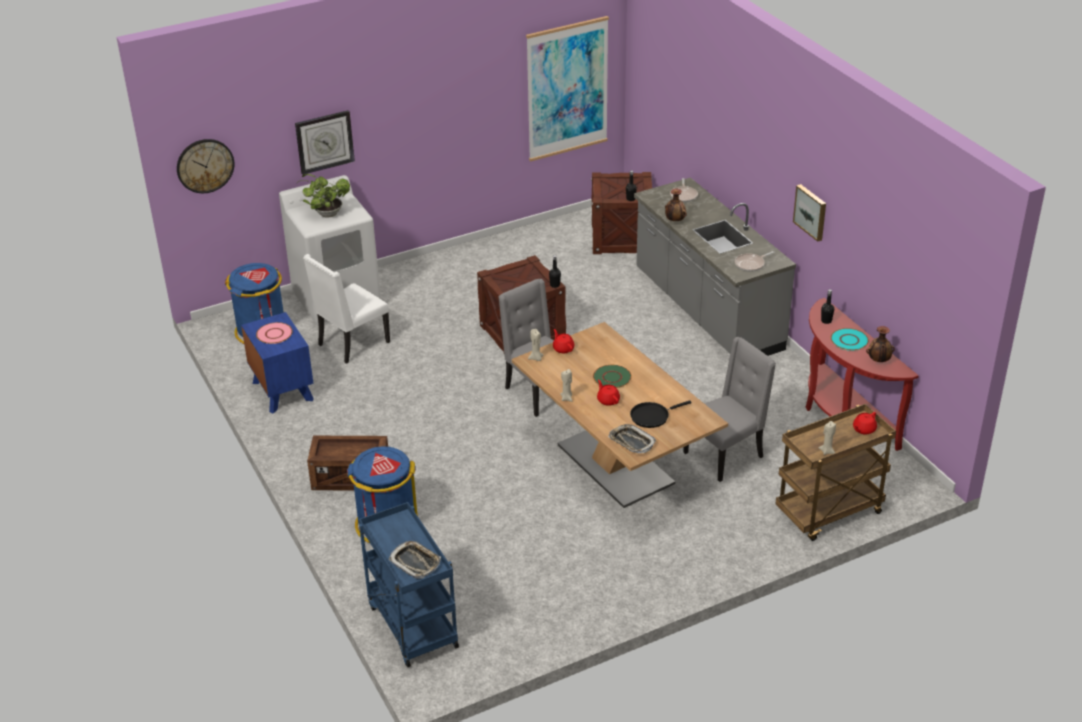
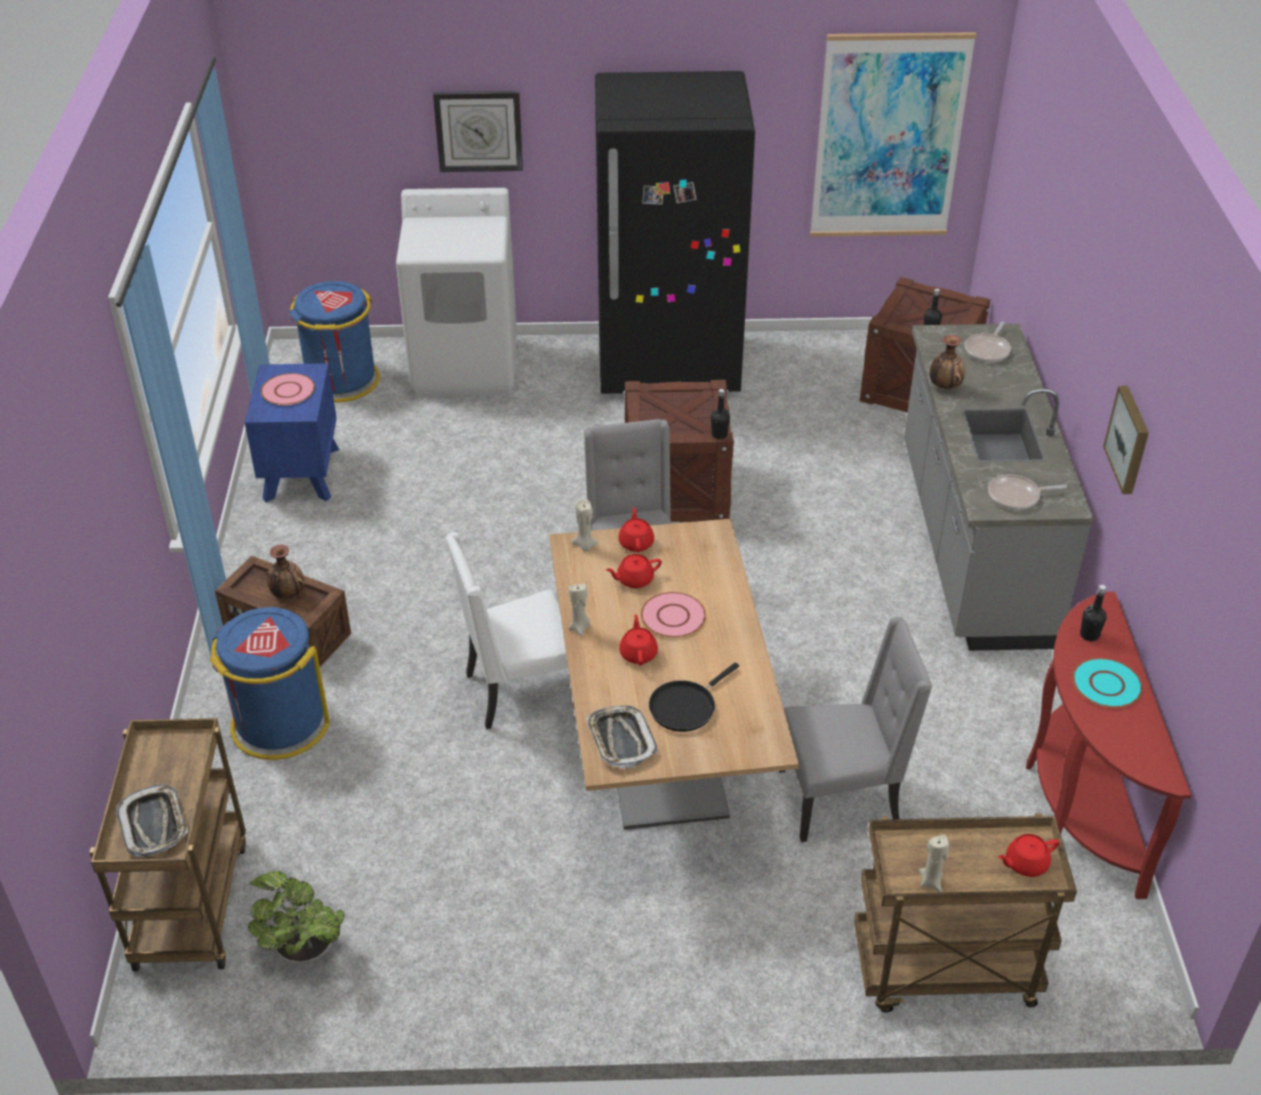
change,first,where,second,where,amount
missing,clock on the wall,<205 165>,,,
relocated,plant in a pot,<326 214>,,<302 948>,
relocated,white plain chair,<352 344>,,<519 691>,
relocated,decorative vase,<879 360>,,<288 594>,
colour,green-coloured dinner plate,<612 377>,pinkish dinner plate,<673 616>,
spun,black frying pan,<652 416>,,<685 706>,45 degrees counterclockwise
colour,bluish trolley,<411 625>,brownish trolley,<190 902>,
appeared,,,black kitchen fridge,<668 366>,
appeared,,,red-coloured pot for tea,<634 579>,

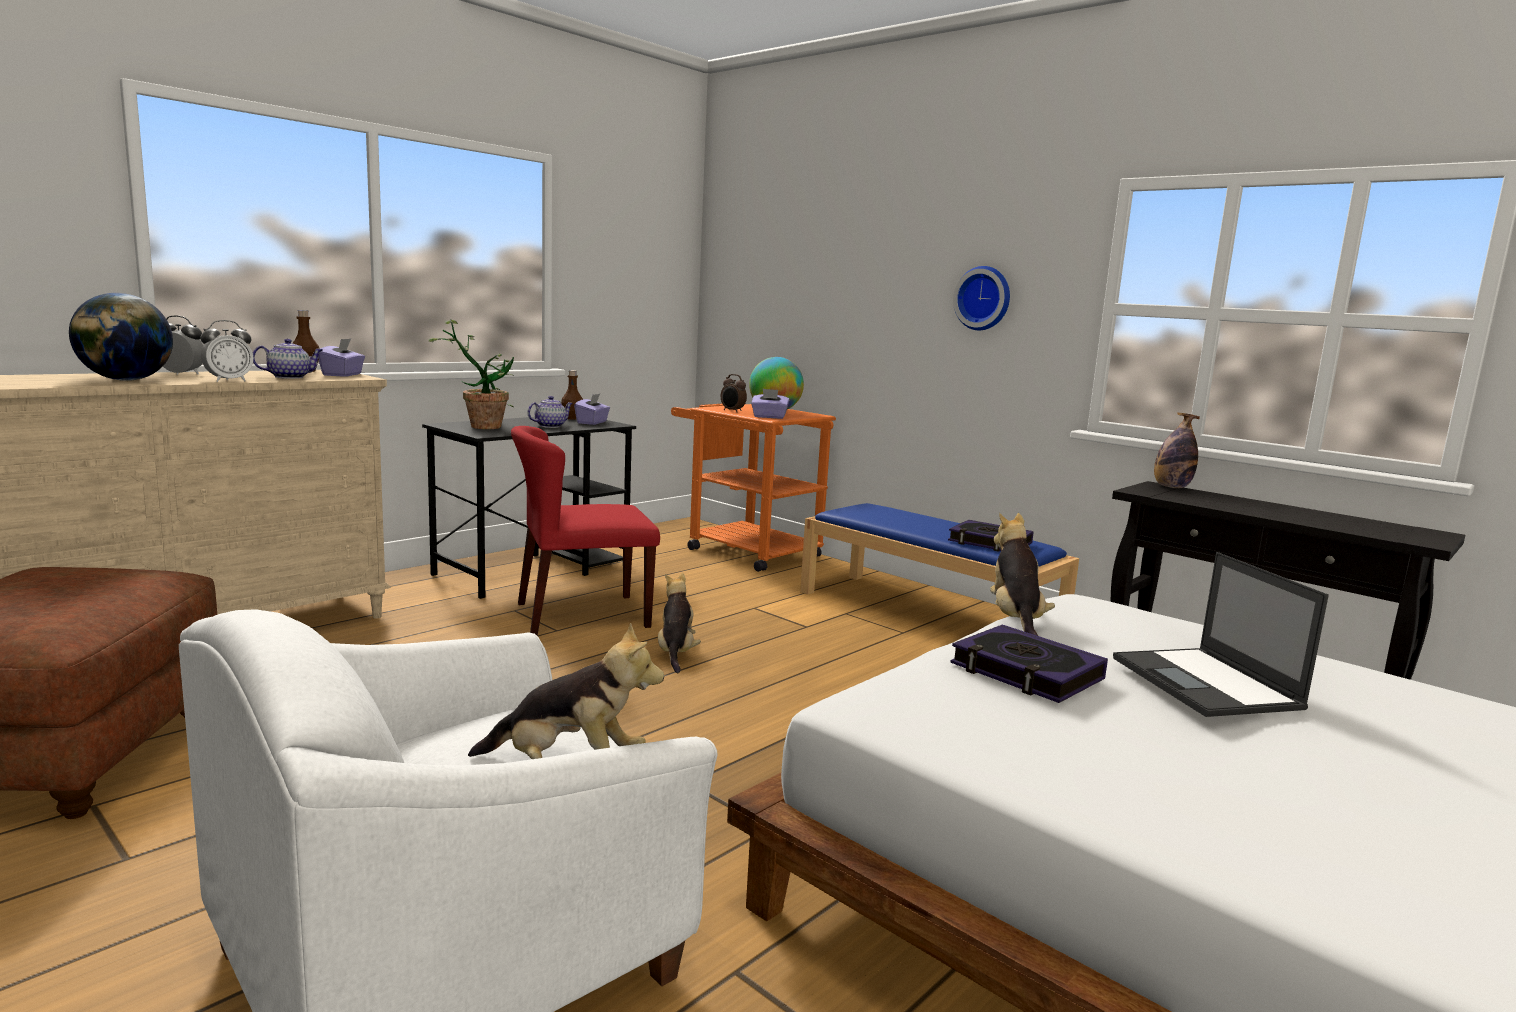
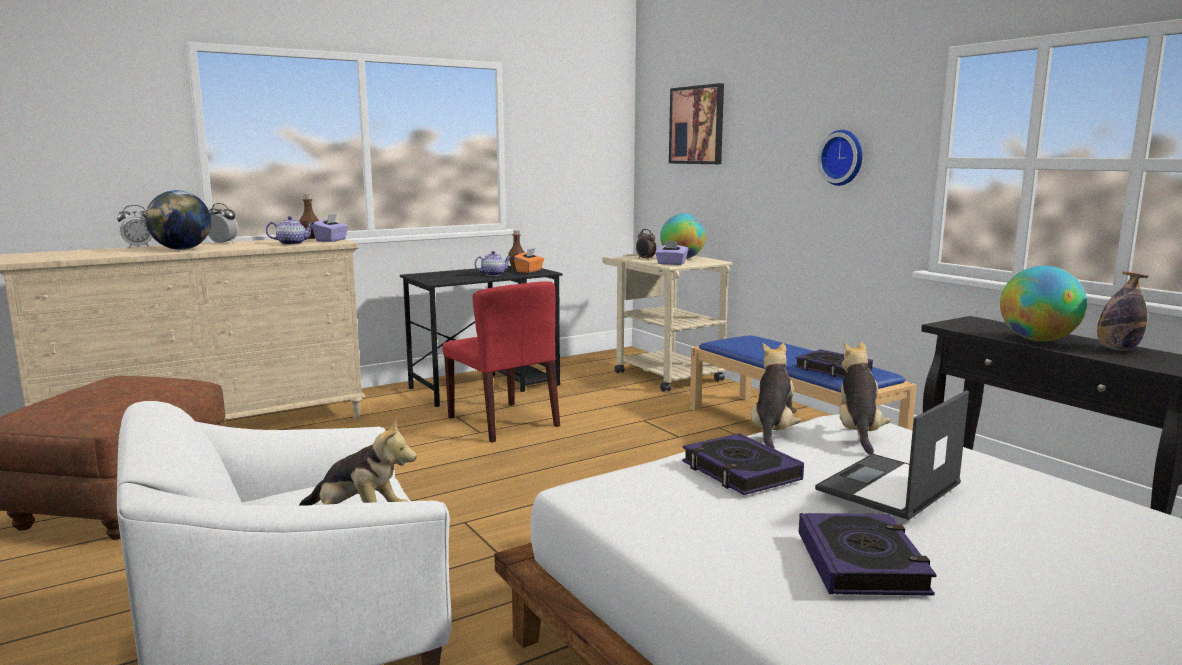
change,first,where,second,where,amount
missing,plant in a pot,<480 426>,,,
relocated,alarm clock,<229 381>,,<138 247>,
colour,purple tissue box,<592 422>,orange tissue box,<529 271>,
colour,orange trolley,<745 550>,beige-coloured trolley,<662 374>,
relocated,beverage bottle,<1171 487>,,<1117 349>,
spun,red-coloured plain chair,<581 615>,,<504 422>,120 degrees counterclockwise
spun,portable computer,<1206 683>,,<888 487>,45 degrees clockwise
relocated,plush toy,<676 653>,,<858 433>,
appeared,,,wall picture,<697 125>,
appeared,,,world globe,<1038 340>,
appeared,,,bound book,<861 563>,

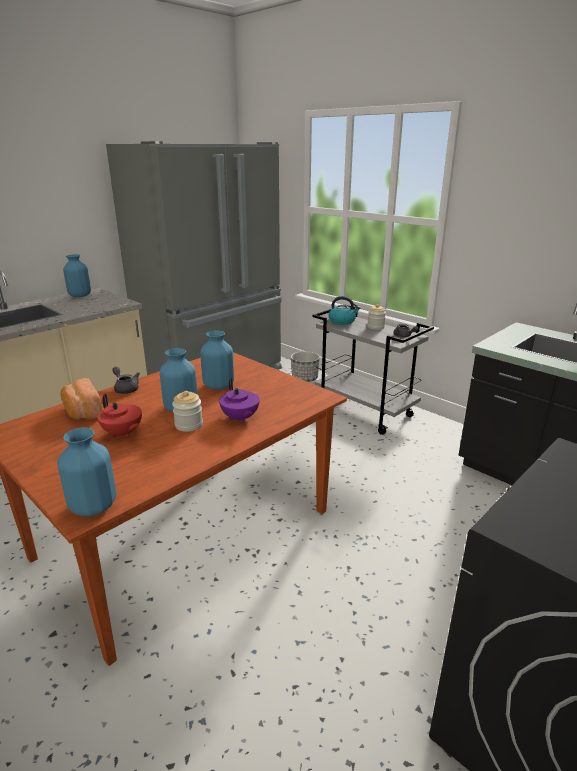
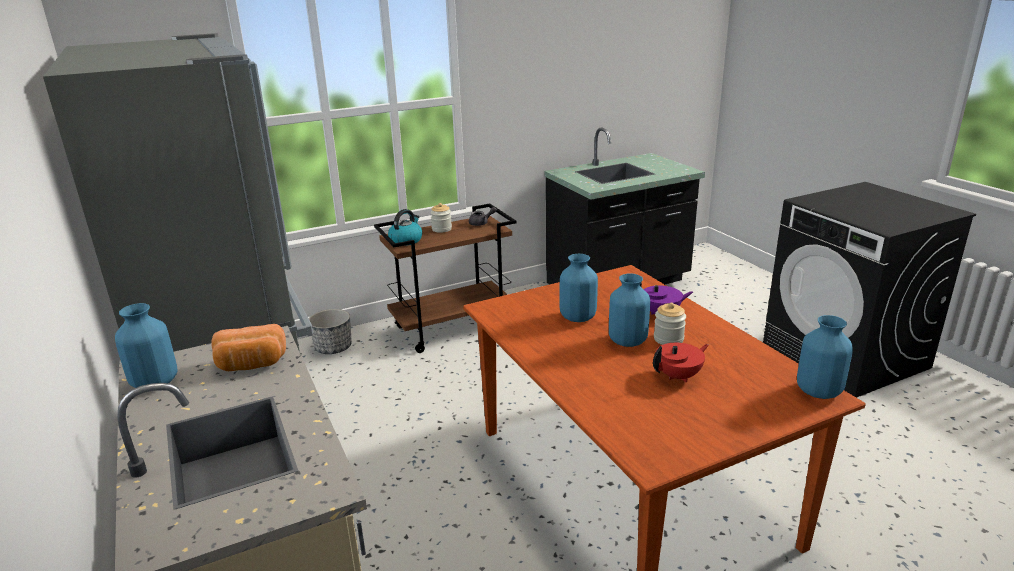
change,first,where,second,where,amount
colour,grey trolley,<365 412>,brownish trolley,<453 328>,
missing,grey pot for tea,<125 388>,,,
relocated,baked bread,<82 412>,,<251 365>,

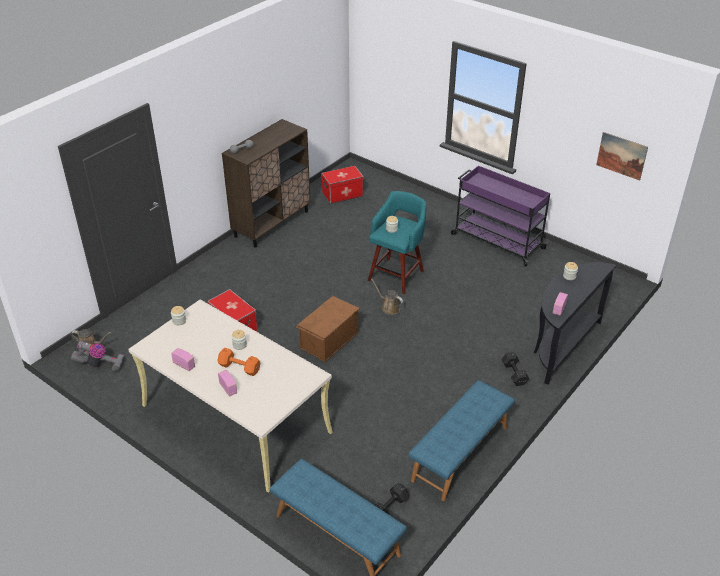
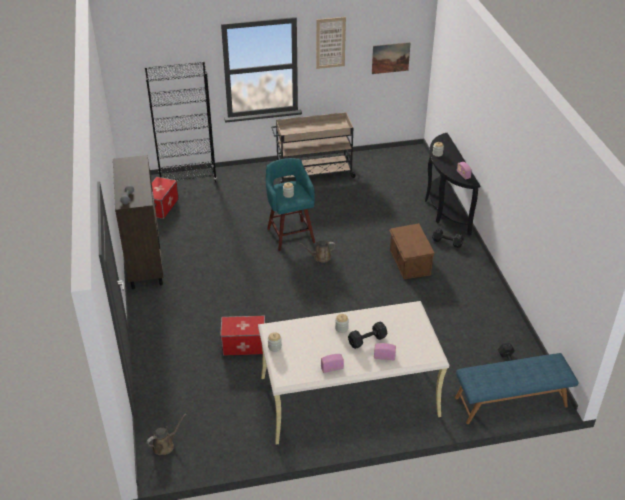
change,first,where,second,where,amount
colour,purple trolley,<496 241>,beige-coloured trolley,<313 173>,
relocated,brownish storage box,<328 340>,,<409 262>,
missing,vacuum,<99 365>,,,
colour,orange hand weight,<240 368>,black hand weight,<368 340>,
missing,bluish long seat,<460 454>,,,
appeared,,,wall picture,<330 43>,
appeared,,,black shelving unit,<188 179>,

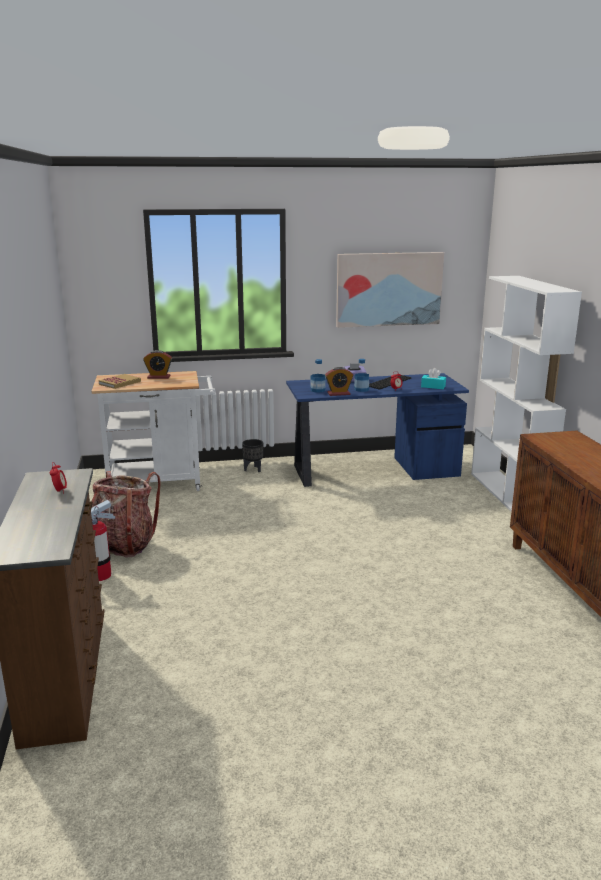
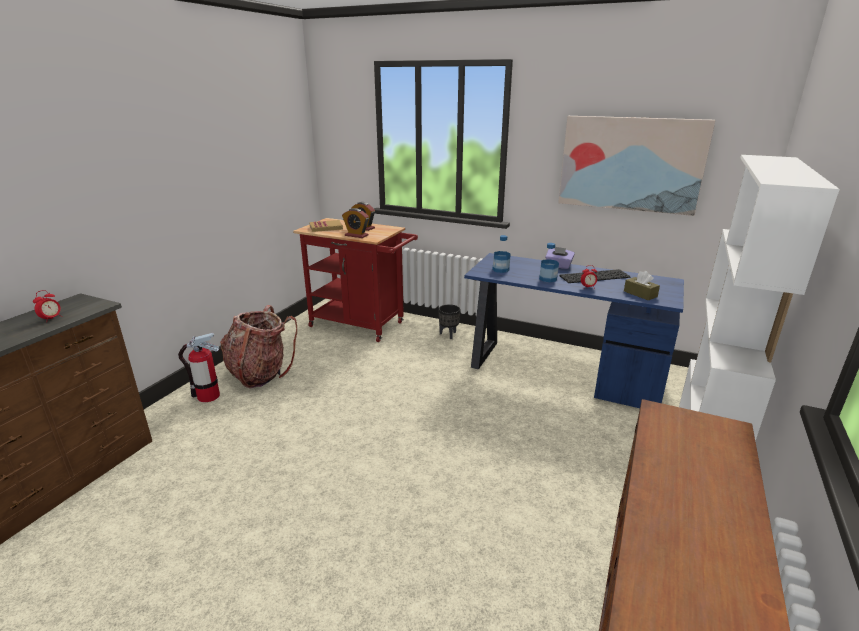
change,first,where,second,where,amount
relocated,alarm clock,<338 393>,,<356 235>,
colour,blue-green tissue box,<433 386>,brownish tissue box,<640 294>,
colour,white trolley,<161 483>,red-coloured trolley,<362 325>,

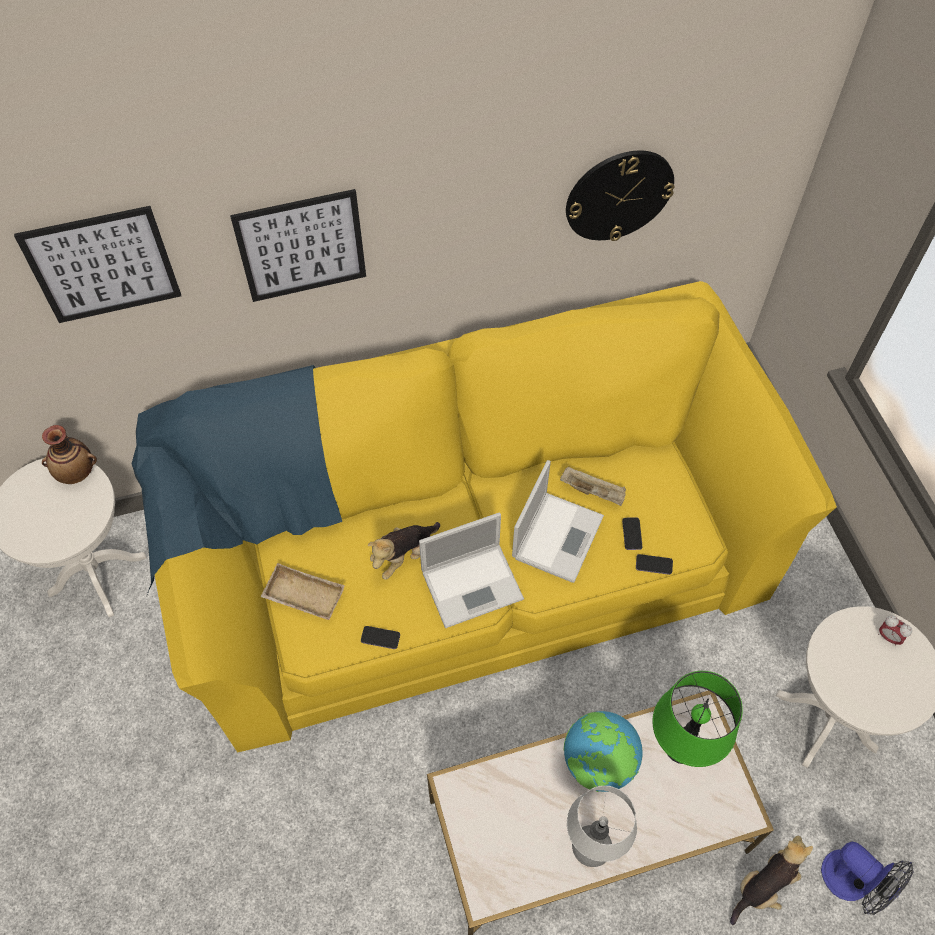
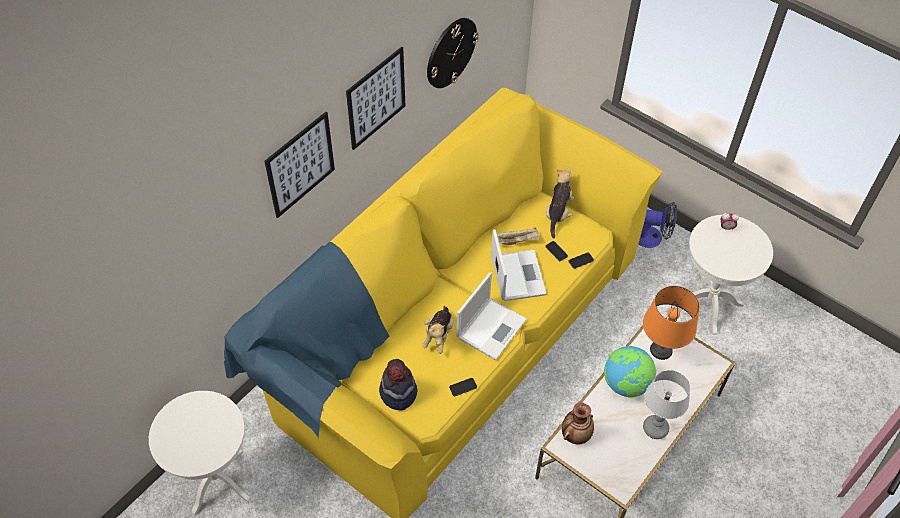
change,first,where,second,where,amount
relocated,wall picture,<102 265>,,<376 98>,
relocated,decorative vase,<77 472>,,<575 434>,
exchanged,beige-coloured serving tray,<302 597>,wearable hat,<398 392>,
colour,green-coloured tabletop lamp,<682 747>,orange tabletop lamp,<661 350>,
relocated,plush toy,<764 885>,,<558 213>,
relocated,cooling fan,<854 882>,,<653 237>,

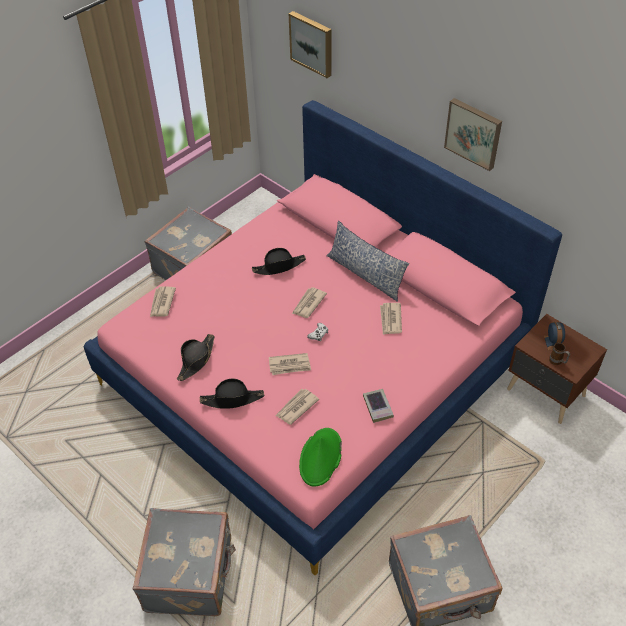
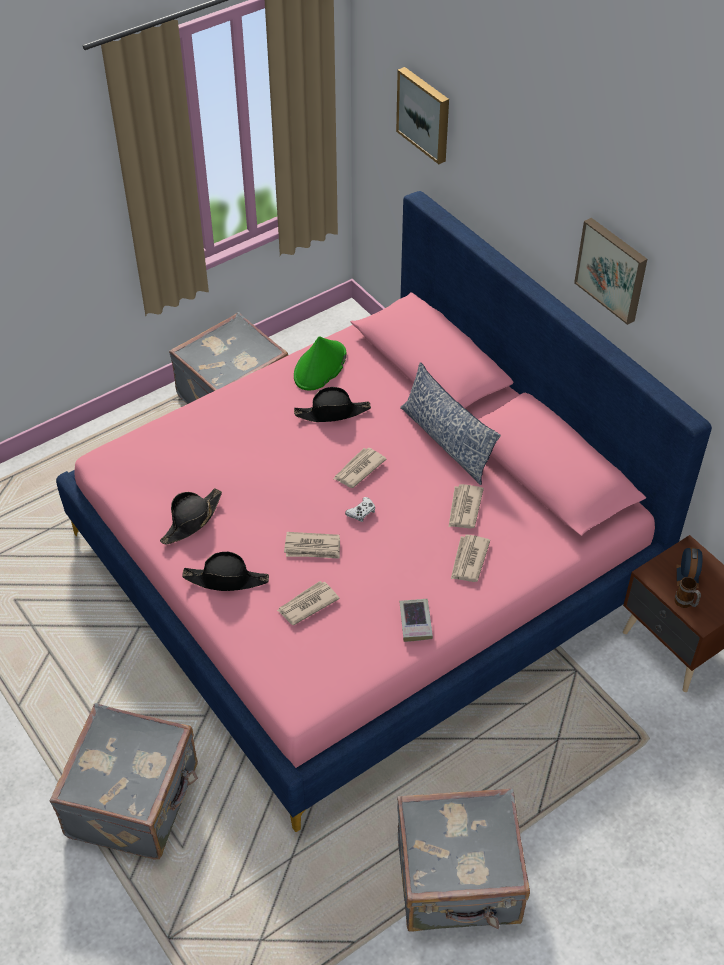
change,first,where,second,where,amount
relocated,newspaper,<162 303>,,<468 560>,
relocated,green-coloured wearable hat,<320 457>,,<320 367>,

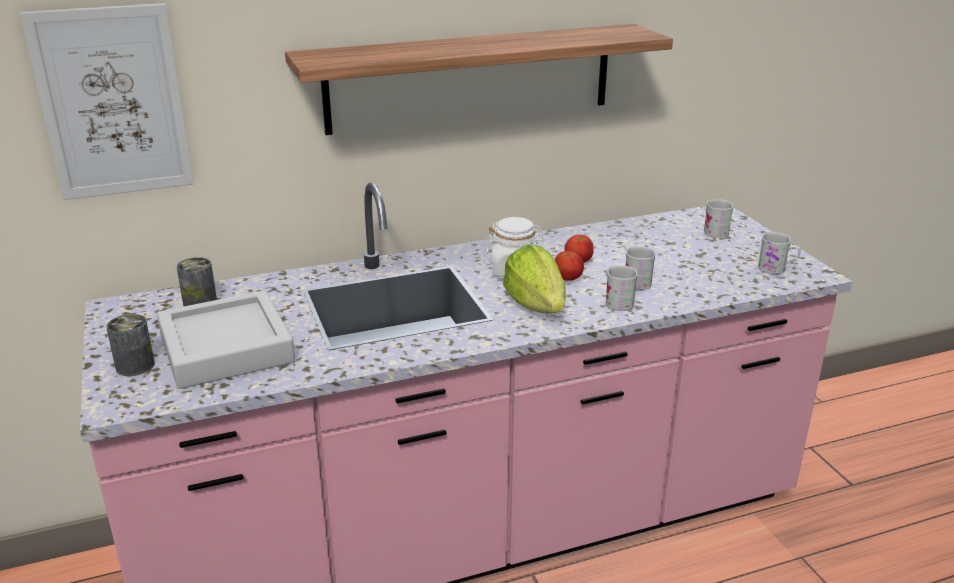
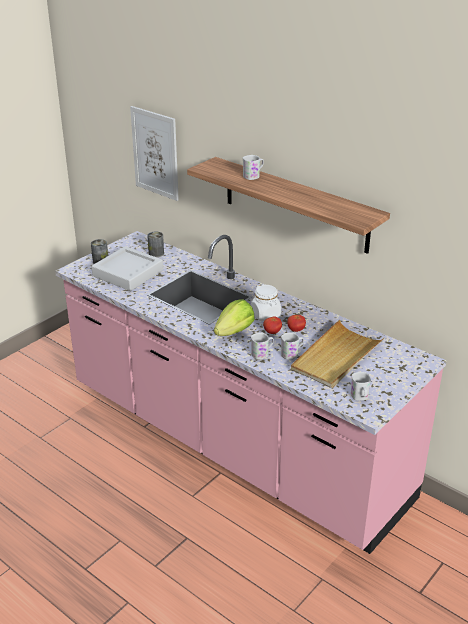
change,first,where,second,where,amount
relocated,white mug,<714 231>,,<253 176>,
appeared,,,beige-coloured serving tray,<336 357>,

